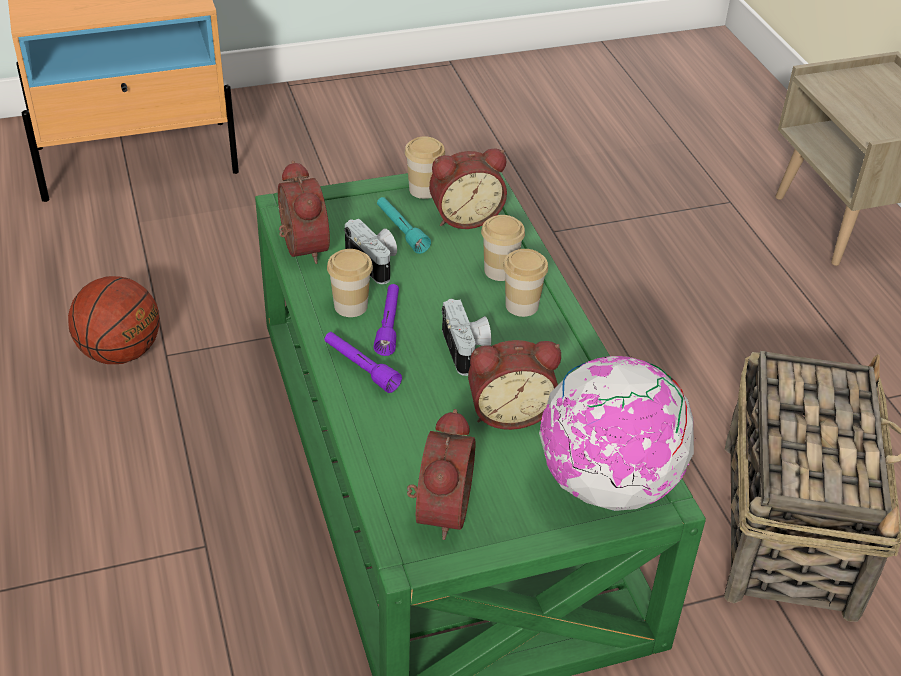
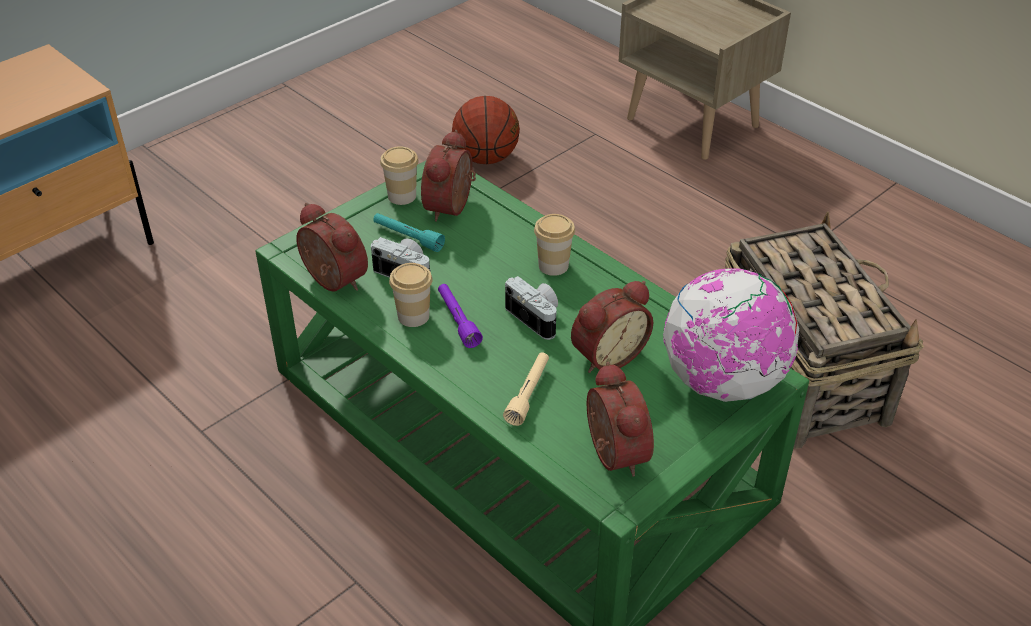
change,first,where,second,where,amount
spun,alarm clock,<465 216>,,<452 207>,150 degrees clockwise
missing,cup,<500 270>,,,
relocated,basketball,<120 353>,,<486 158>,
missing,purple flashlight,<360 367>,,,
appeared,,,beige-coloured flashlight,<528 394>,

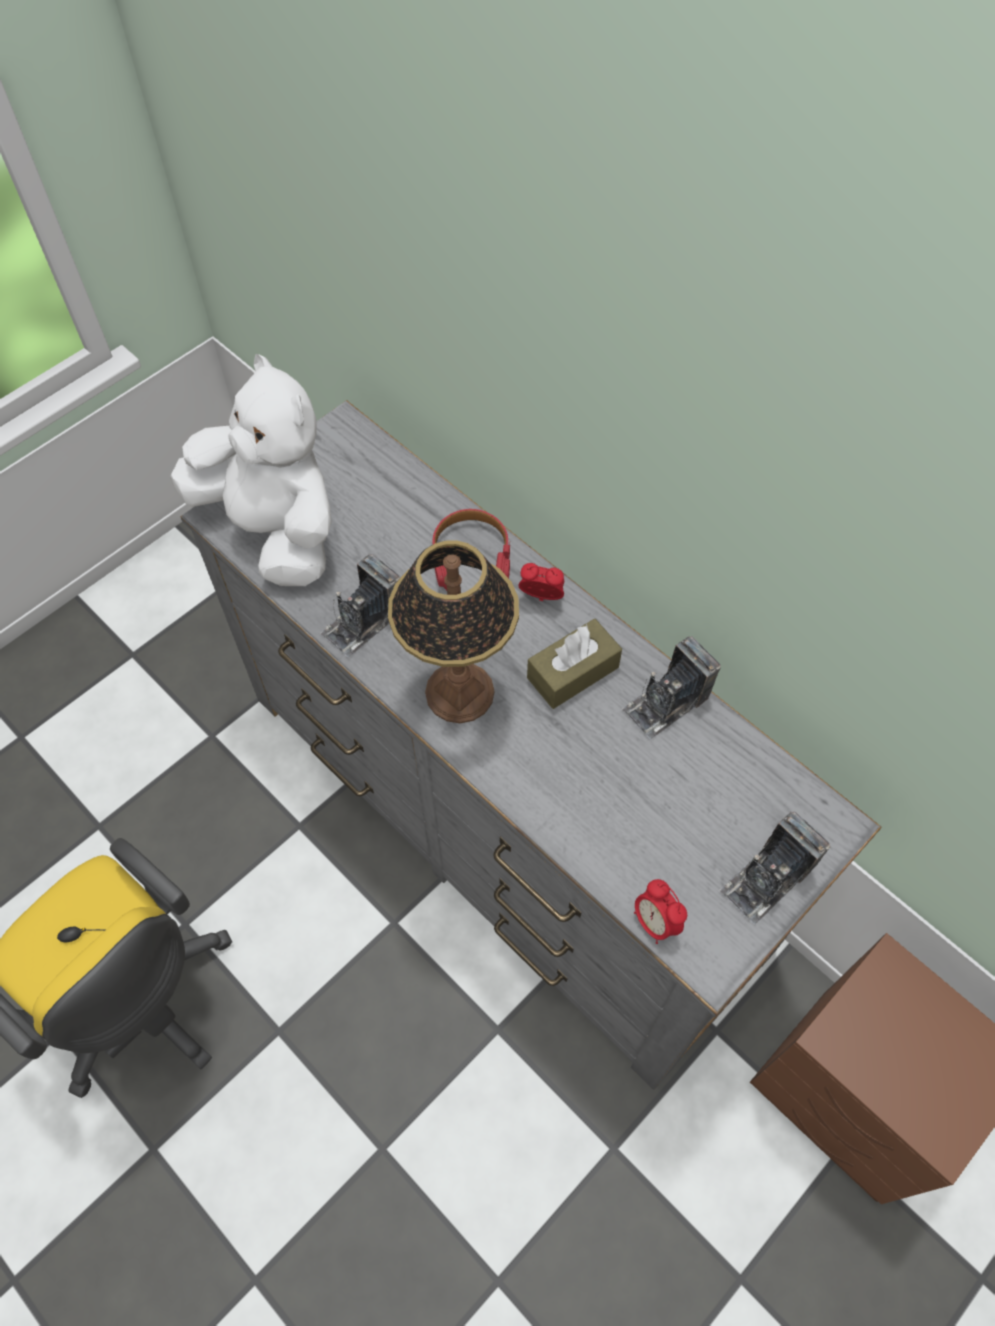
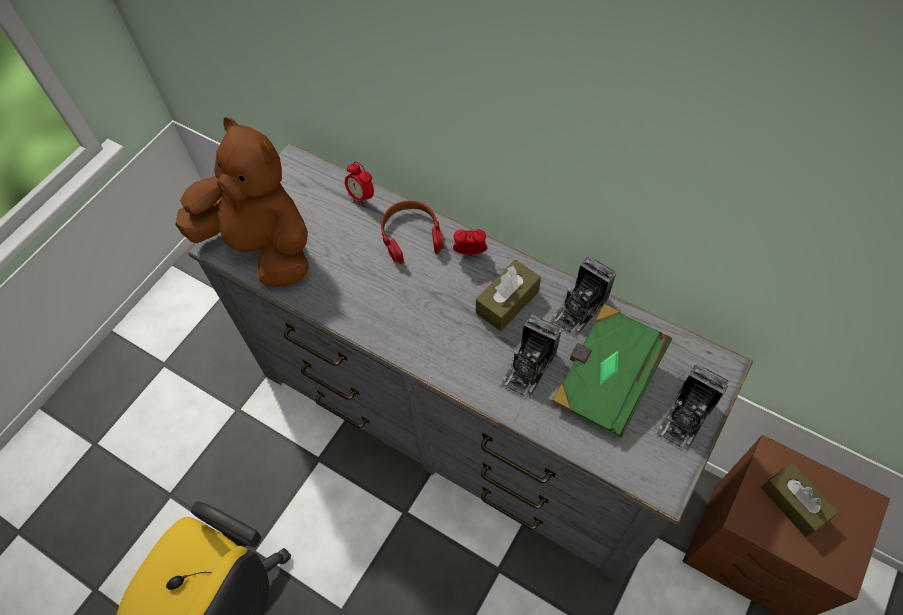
change,first,where,second,where,amount
colour,white plush toy,<274 529>,brownish plush toy,<261 247>,
missing,tabletop lamp,<458 692>,,,
relocated,photo camera,<363 622>,,<529 367>,
relocated,alarm clock,<655 922>,,<361 197>,
appeared,,,green-coloured bound book,<605 379>,
appeared,,,brownish tissue box,<794 503>,

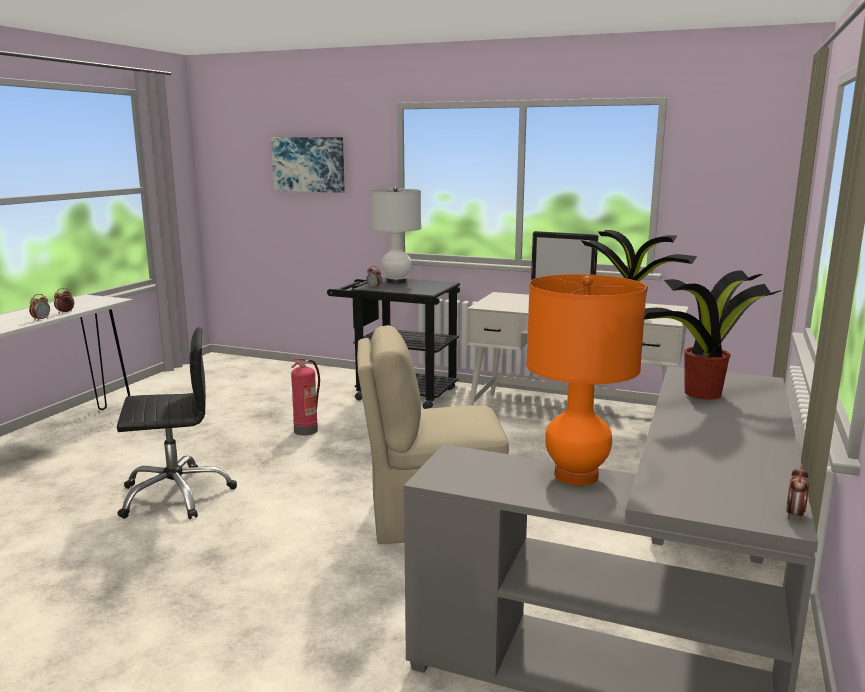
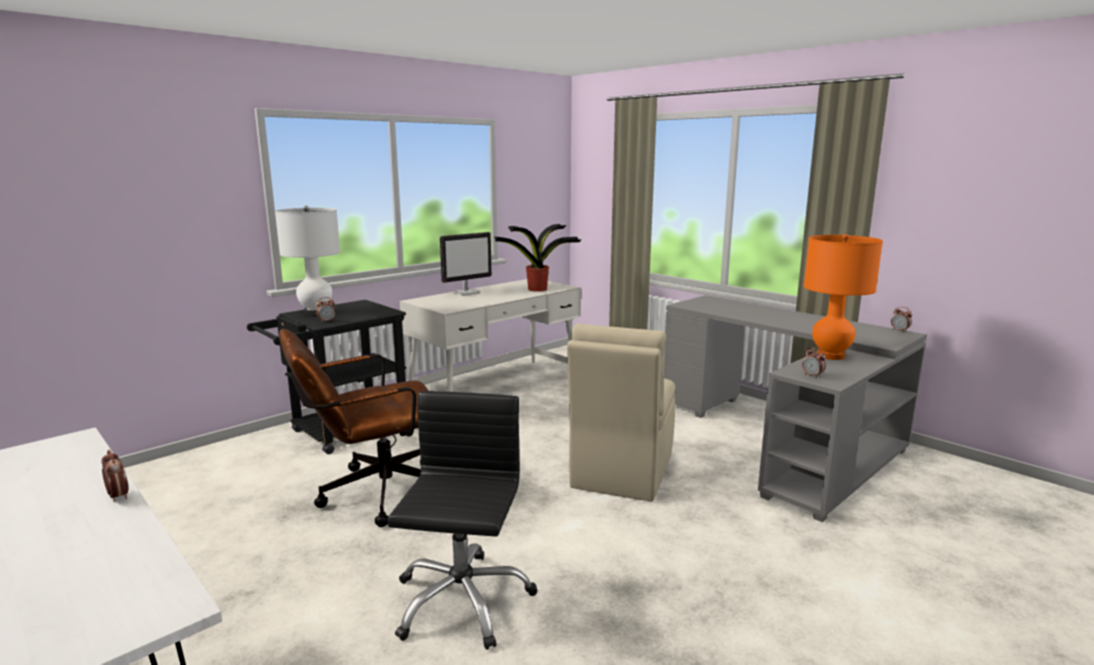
change,first,where,second,where,amount
missing,wall picture,<309 164>,,,
missing,plant in a pot,<700 394>,,,
relocated,alarm clock,<65 312>,,<812 376>,
exchanged,fire-fighting cylinder,<306 430>,brownish office chair,<373 494>,

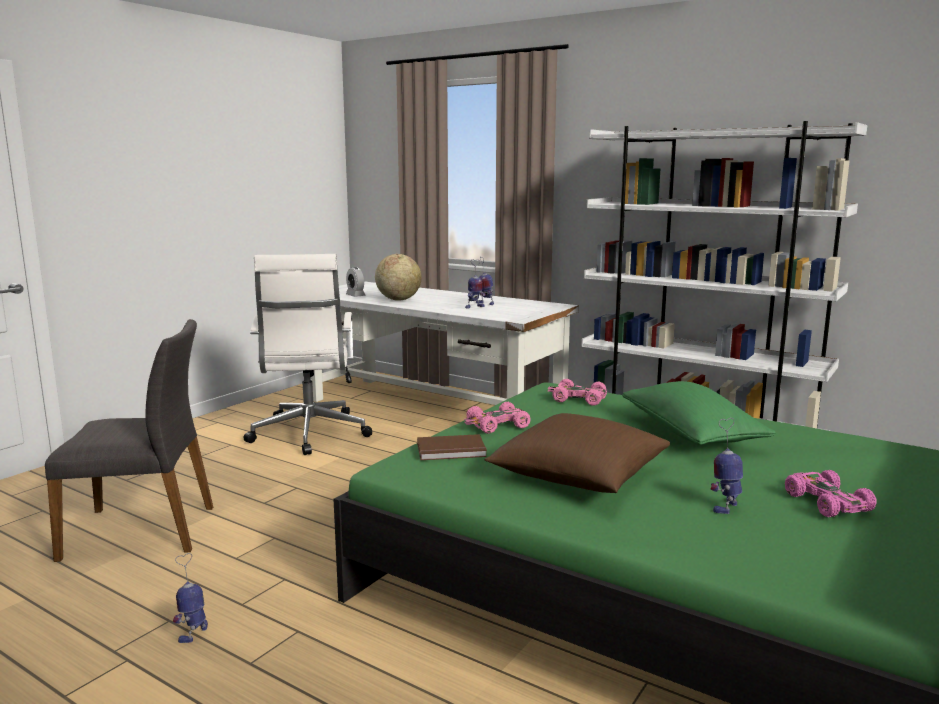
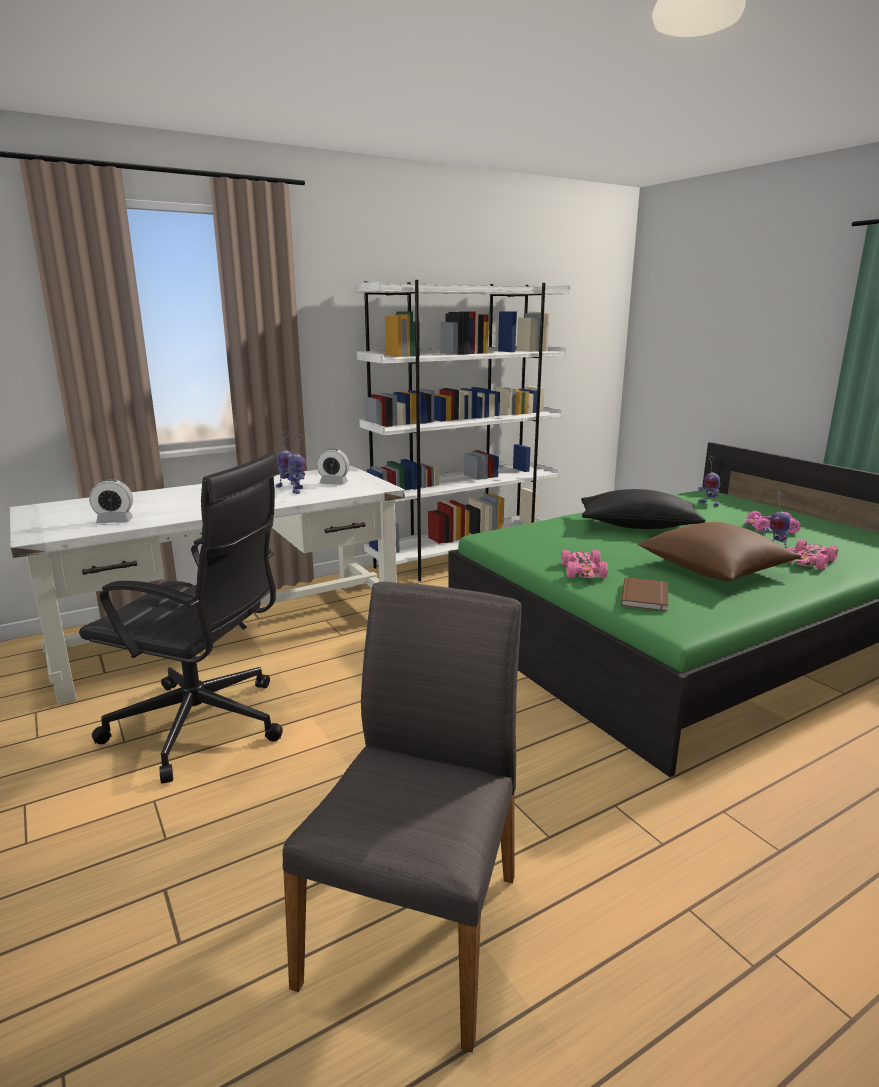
change,first,where,second,where,amount
colour,white office chair,<309 434>,black office chair,<203 726>,
missing,world globe,<398 300>,,,
relocated,pinkish toy car,<578 399>,,<809 561>,
colour,green-coloured pillow,<691 434>,black pillow,<638 526>,
relocated,toy robot,<194 633>,,<708 503>,
appeared,,,alarm clock,<334 483>,

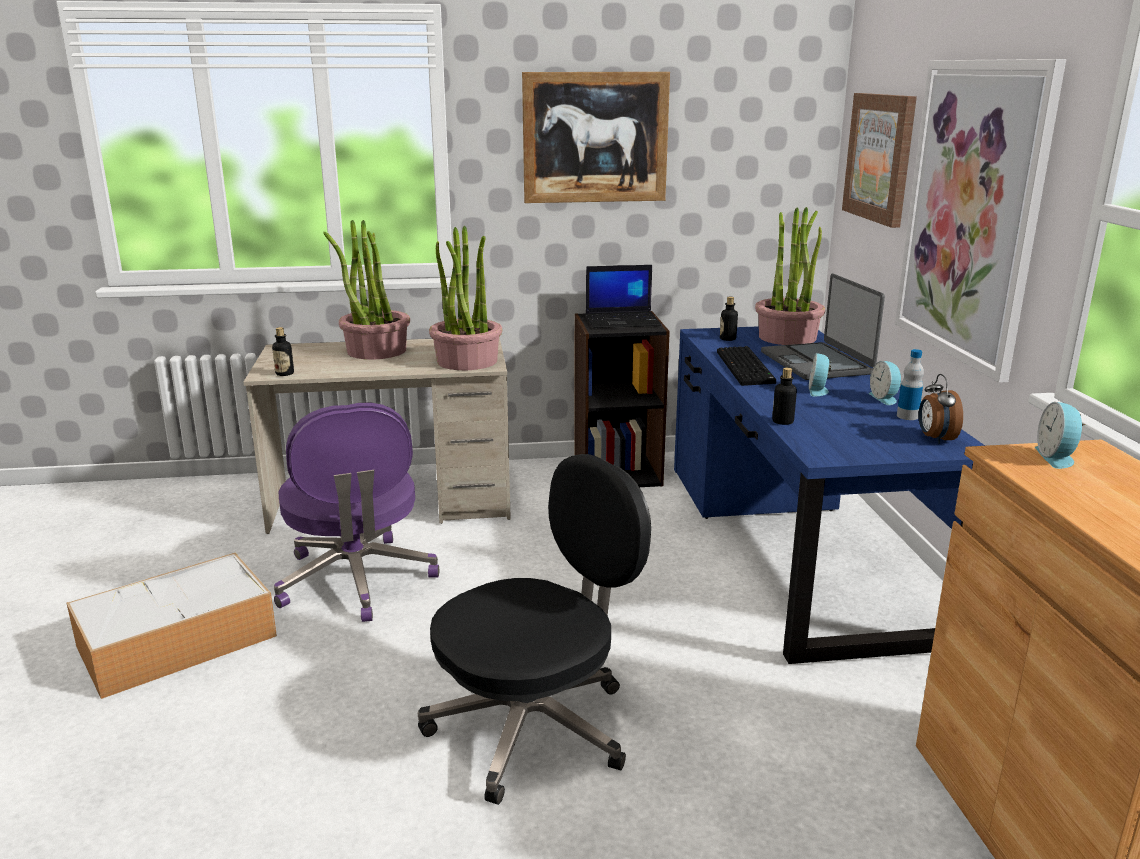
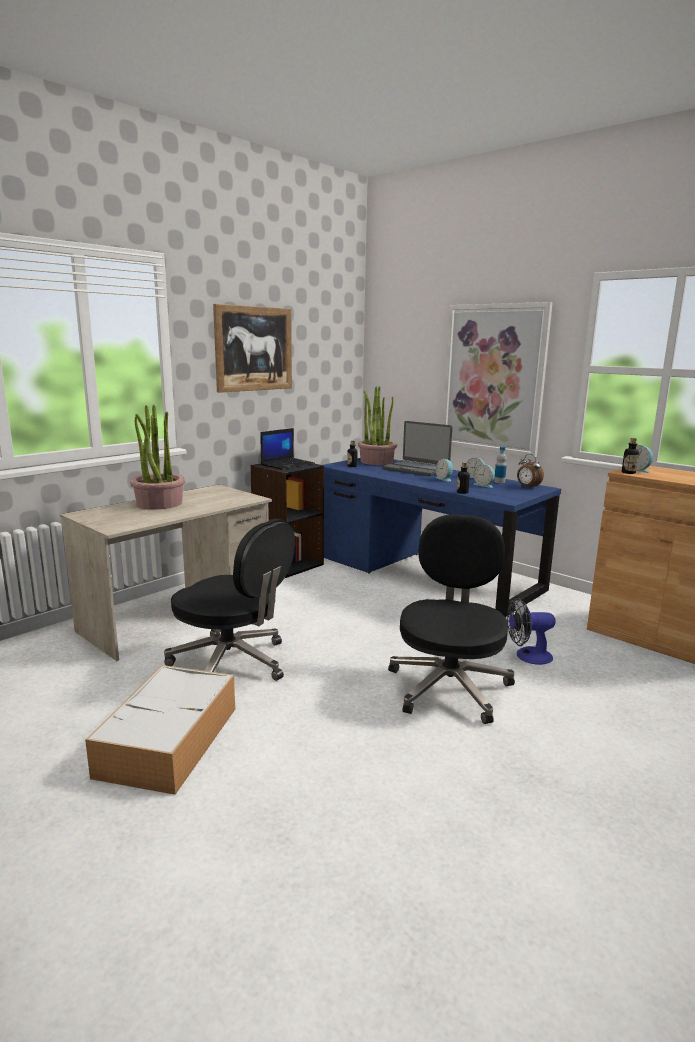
change,first,where,second,where,amount
missing,wall picture,<880 157>,,,
missing,plant in a pot,<467 361>,,,
relocated,beverage bottle,<284 373>,,<628 472>,
missing,computer keyboard,<747 368>,,,
colour,purple office chair,<356 581>,black office chair,<232 663>,
appeared,,,alarm clock,<484 485>,
appeared,,,cooling fan,<527 656>,

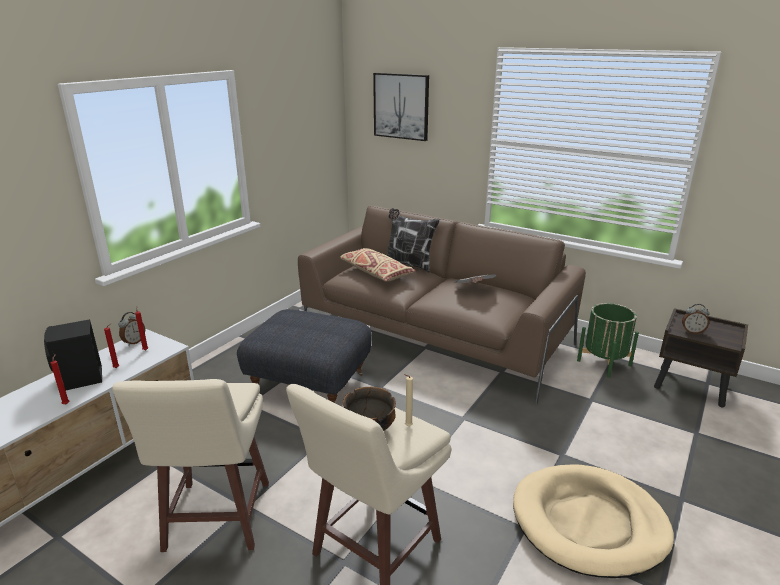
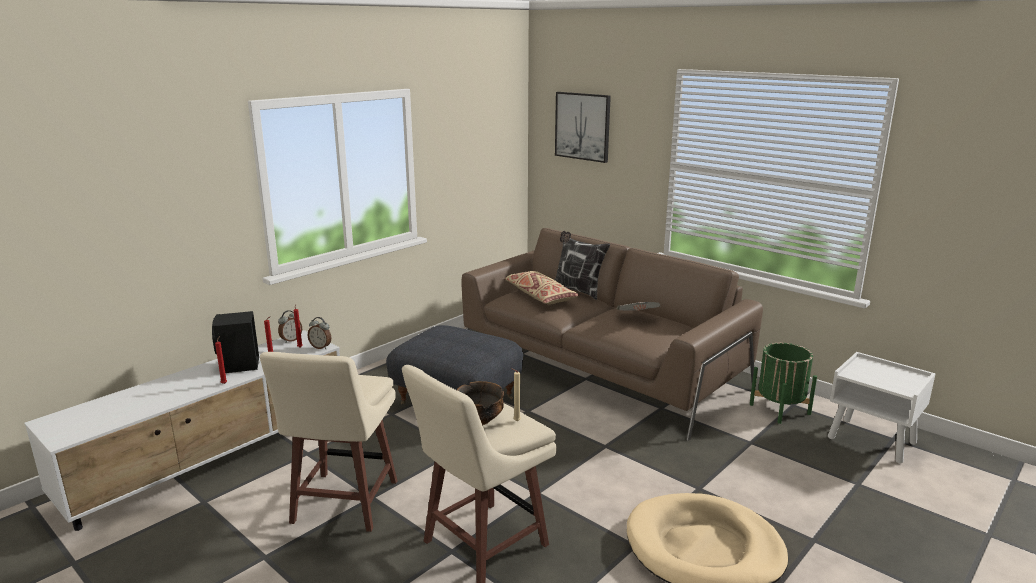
change,first,where,second,where,amount
relocated,alarm clock,<692 331>,,<321 347>,
colour,brownish nightstand,<691 387>,white nightstand,<872 441>,

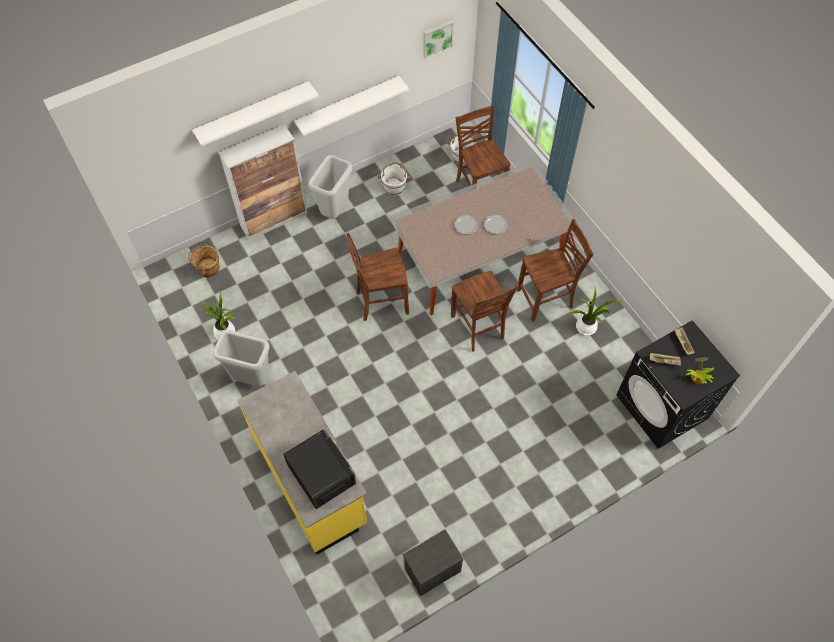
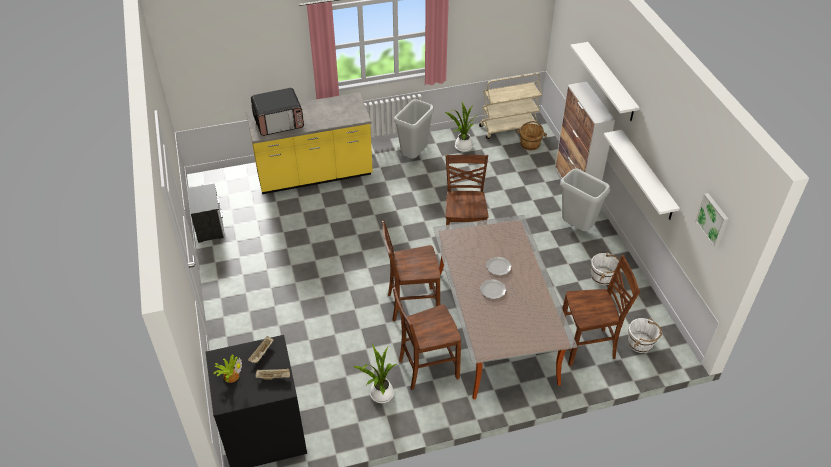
change,first,where,second,where,amount
spun,brownish plain chair,<546 299>,,<426 368>,75 degrees clockwise
appeared,,,beige-coloured trolley,<508 127>,

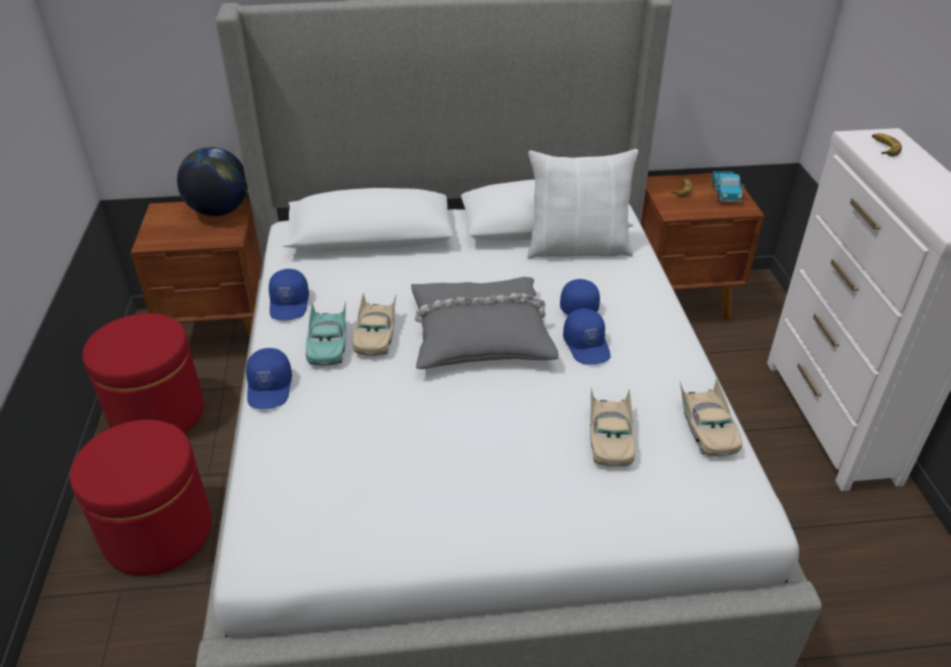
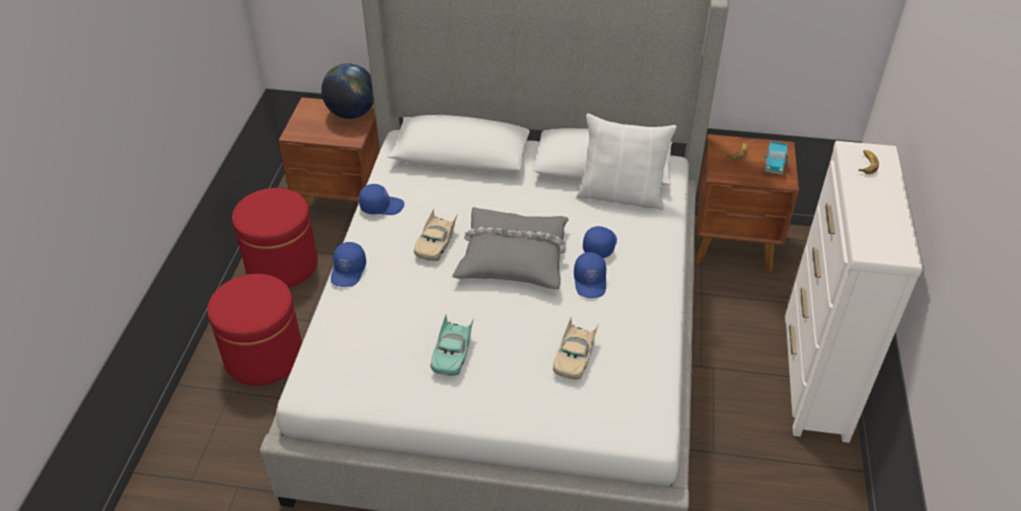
change,first,where,second,where,amount
spun,bluish peaked cap,<290 304>,,<381 206>,105 degrees counterclockwise
relocated,blue-green toy car,<328 344>,,<452 353>,
missing,beige-coloured toy car,<707 428>,,,

